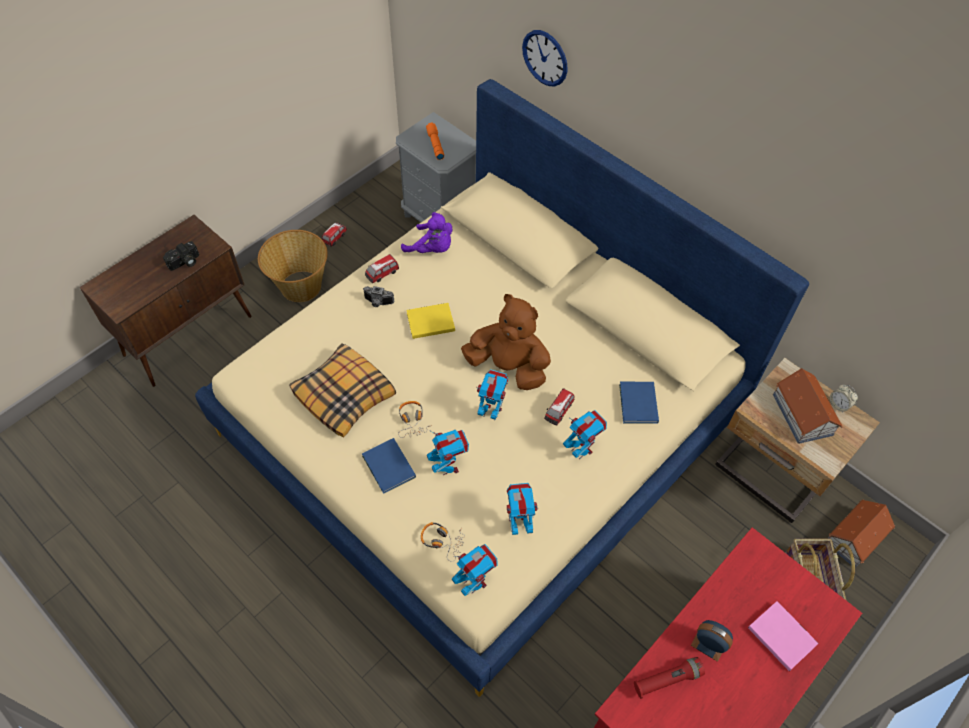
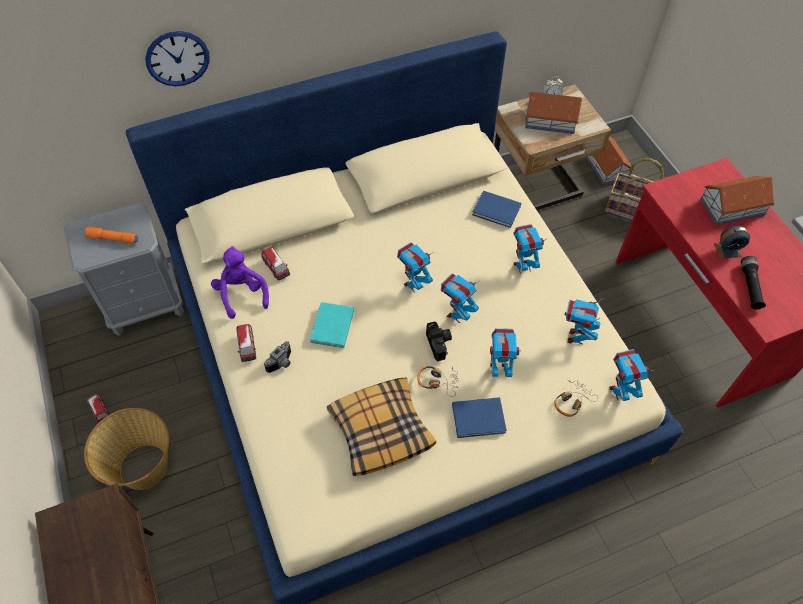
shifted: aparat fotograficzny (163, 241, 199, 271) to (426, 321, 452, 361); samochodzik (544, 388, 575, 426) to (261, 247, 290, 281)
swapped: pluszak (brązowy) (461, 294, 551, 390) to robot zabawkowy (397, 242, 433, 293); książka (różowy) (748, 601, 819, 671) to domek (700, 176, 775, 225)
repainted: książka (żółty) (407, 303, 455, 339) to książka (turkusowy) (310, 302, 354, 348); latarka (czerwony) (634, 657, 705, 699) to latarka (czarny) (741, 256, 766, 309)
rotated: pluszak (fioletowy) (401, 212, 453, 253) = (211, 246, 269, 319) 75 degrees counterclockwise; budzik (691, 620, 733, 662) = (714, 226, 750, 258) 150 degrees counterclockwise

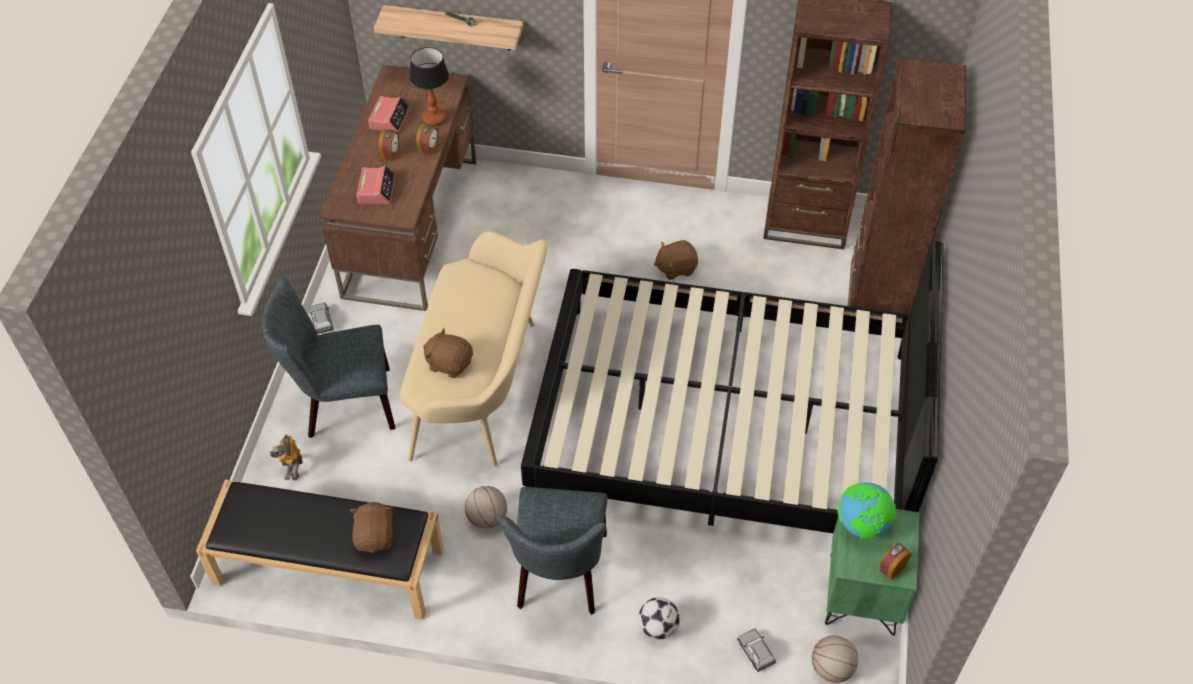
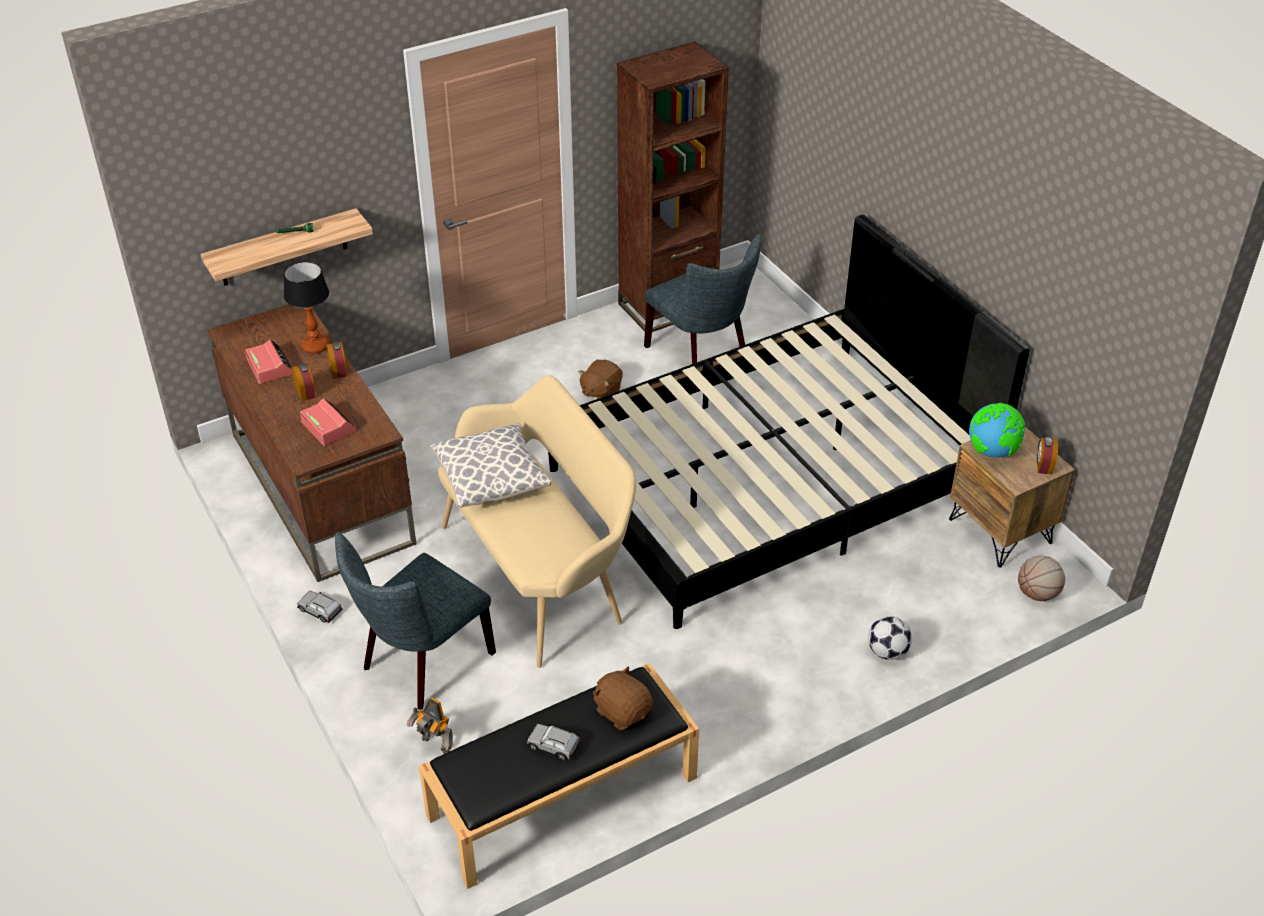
gone: pluszak (brązowy) (423, 328, 473, 378); piłka do koszykówki (465, 486, 507, 529); regał (brązowy) (848, 58, 966, 315)
new: poduszka (430, 423, 551, 508)
shifted: krzesło (szary) (498, 487, 607, 615) to (644, 234, 762, 364); samochodzik (szary) (737, 628, 776, 672) to (527, 724, 580, 760)
repainted: szafka nocna (zielony) (825, 509, 920, 636) to szafka nocna (brązowy) (949, 427, 1075, 568)

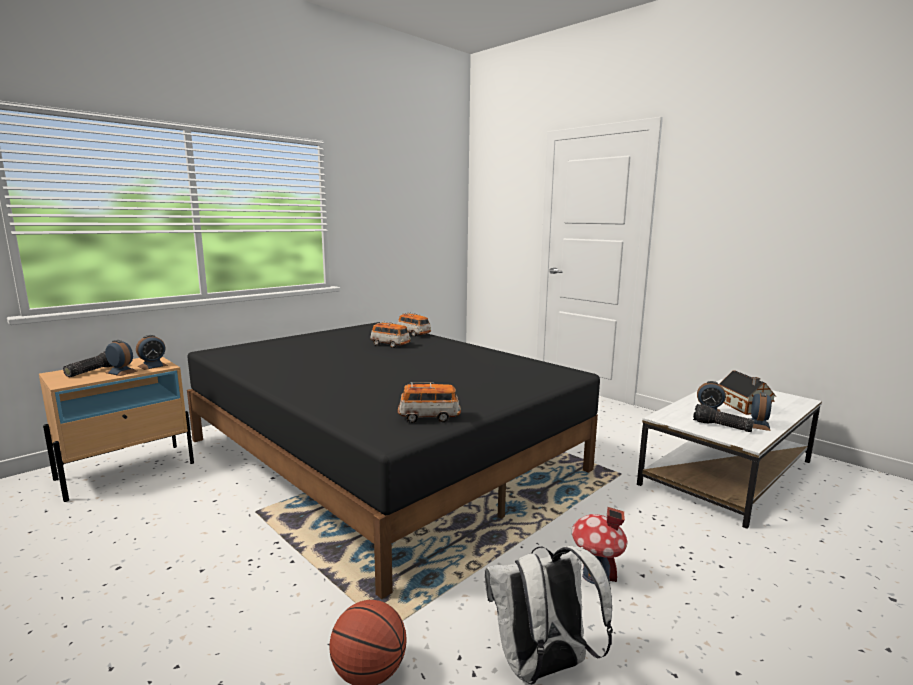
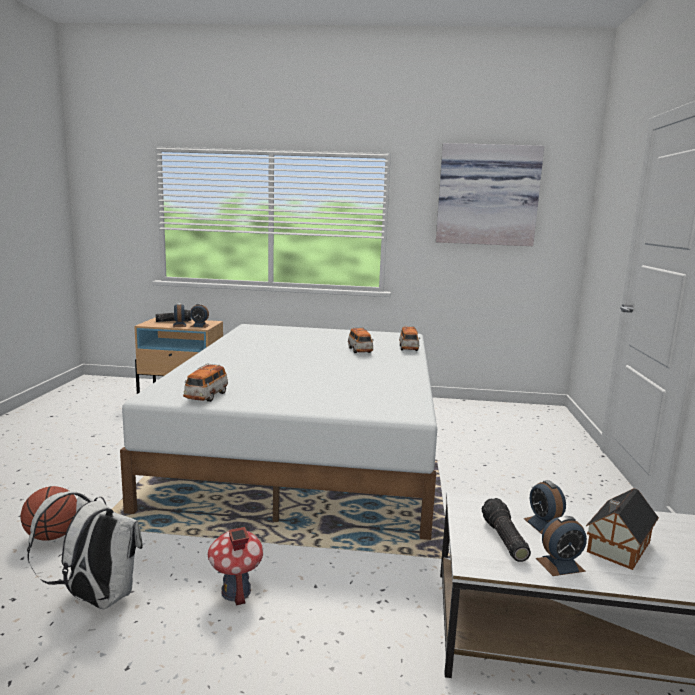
new: obraz (436, 143, 544, 246)
repainted: łóżko (czarny) (187, 322, 600, 599) to łóżko (biały) (120, 324, 437, 540)
rotated: samochodzik (398, 382, 461, 423) = (183, 363, 228, 402) 60 degrees clockwise

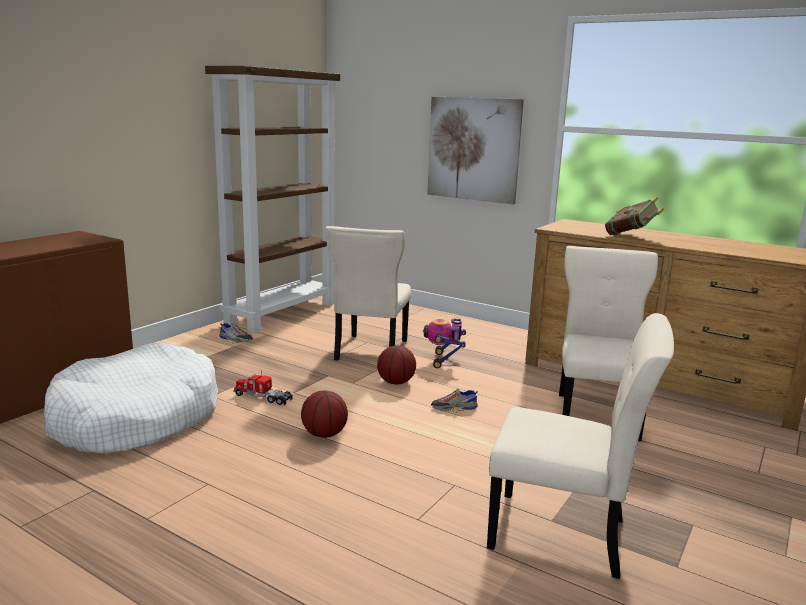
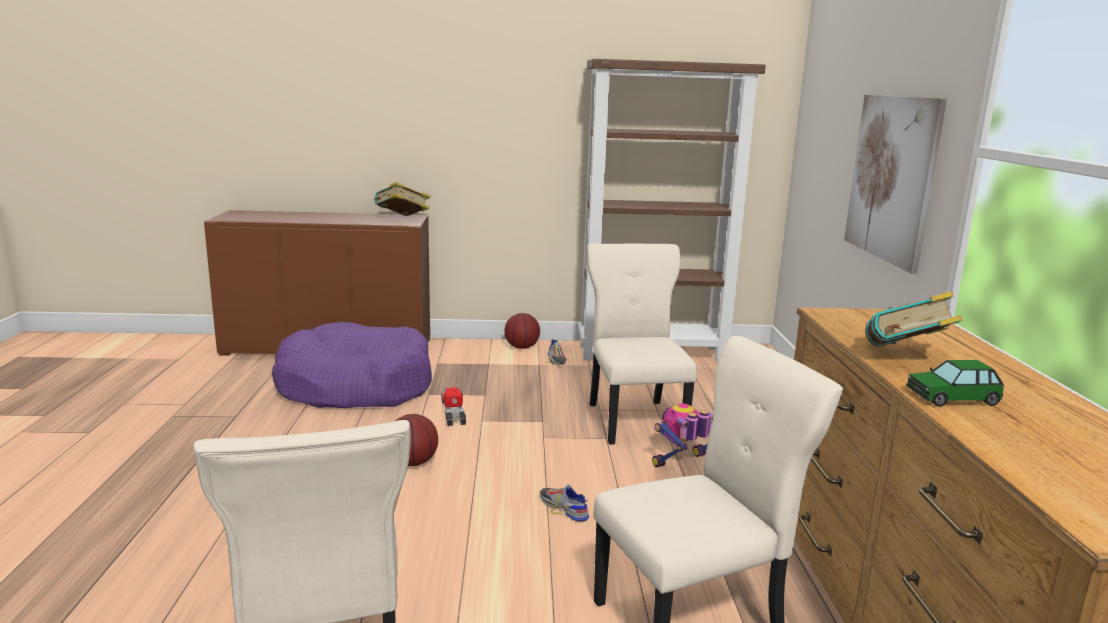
new: książka (373, 182, 430, 216); samochodzik (906, 360, 1005, 406)
shifted: piłka do koszykówki (377, 345, 416, 385) to (504, 313, 540, 349)
repainted: legowisko (biały) (44, 342, 218, 454) to legowisko (fioletowy) (272, 322, 432, 408)
rotated: krzesło (beżowy) (325, 226, 411, 360) = (587, 244, 697, 445) 105 degrees clockwise

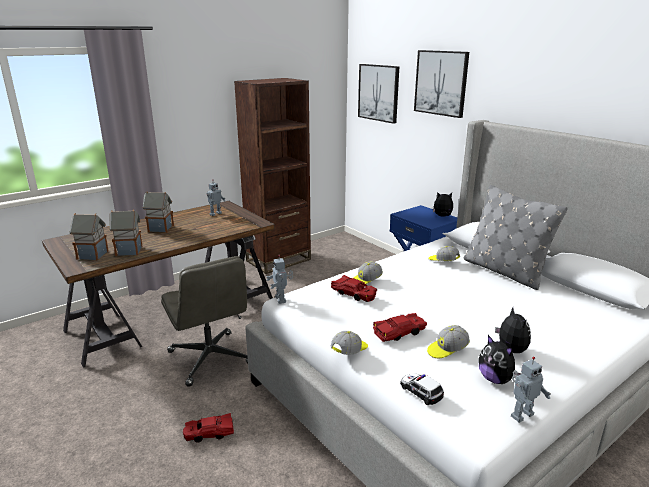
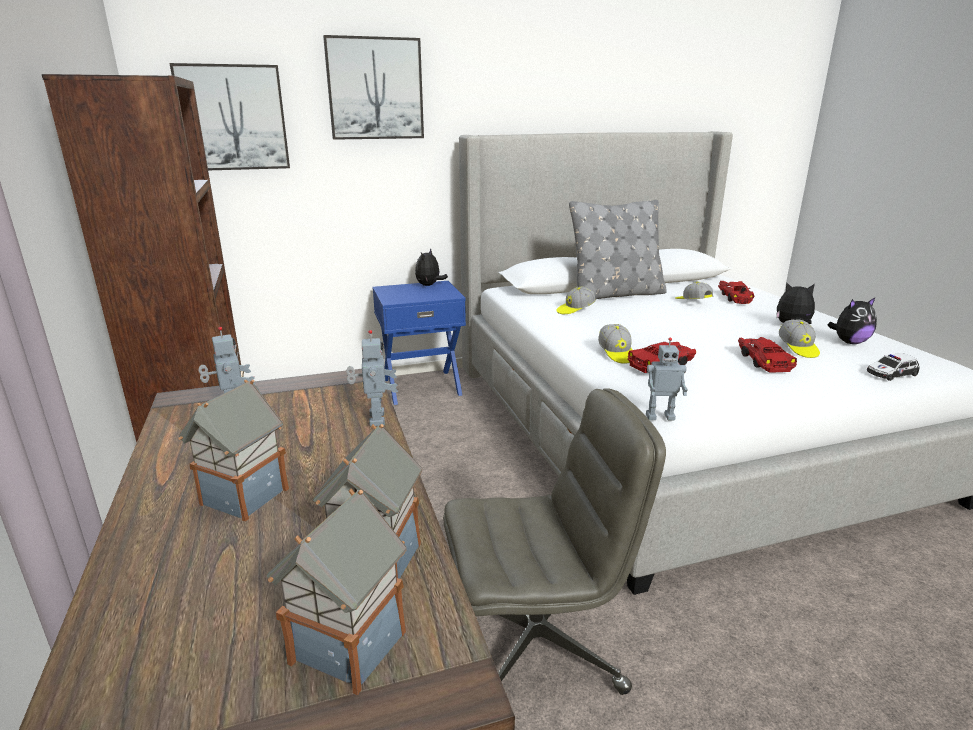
shifted: samochodzik (czerwony) (183, 413, 234, 443) to (718, 281, 755, 304); czapka z daszkiem (330, 331, 368, 355) to (675, 282, 713, 299); robot zabawkowy (511, 357, 551, 423) to (346, 330, 398, 427)

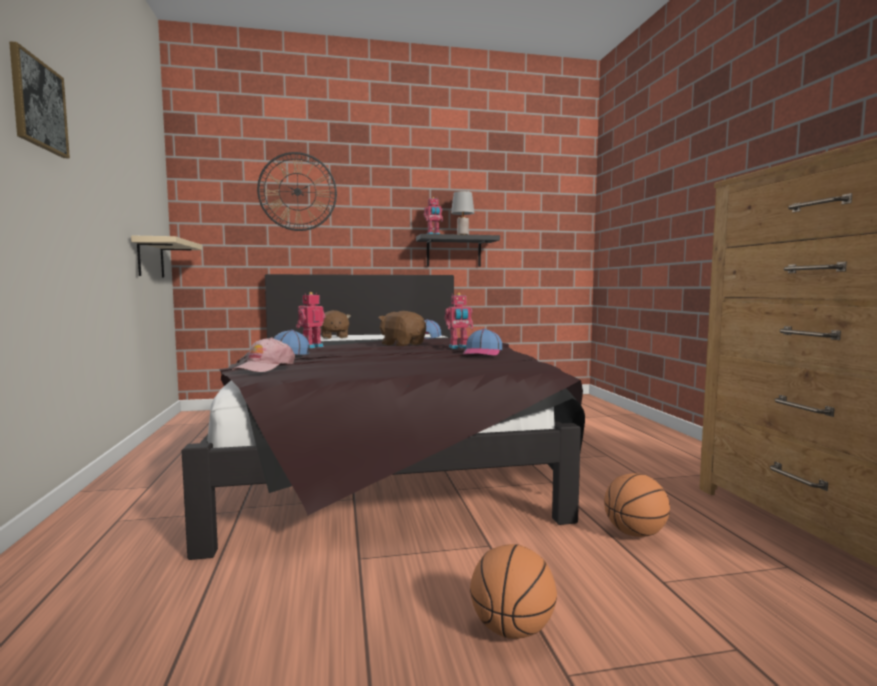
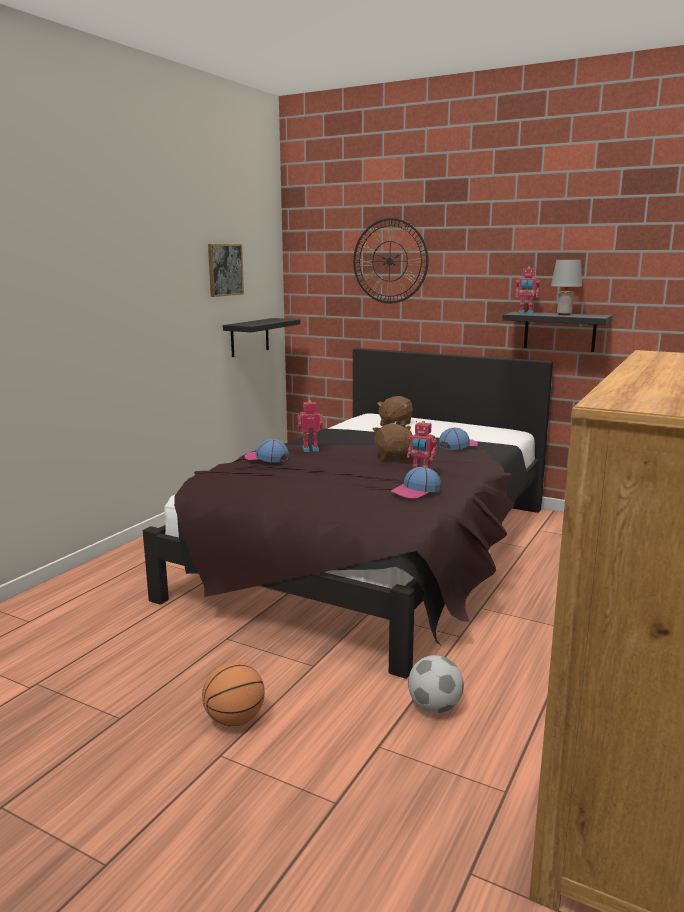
gone: czapka z daszkiem (różowy) (232, 337, 295, 372)
shifted: obraz (9, 41, 70, 158) to (208, 244, 244, 297)
swapped: piłka do koszykówki (604, 473, 670, 537) to piłka futbolowa (408, 655, 464, 713)
repainted: półka (beżowy) (131, 235, 202, 277) to półka (czarny) (223, 318, 300, 357)

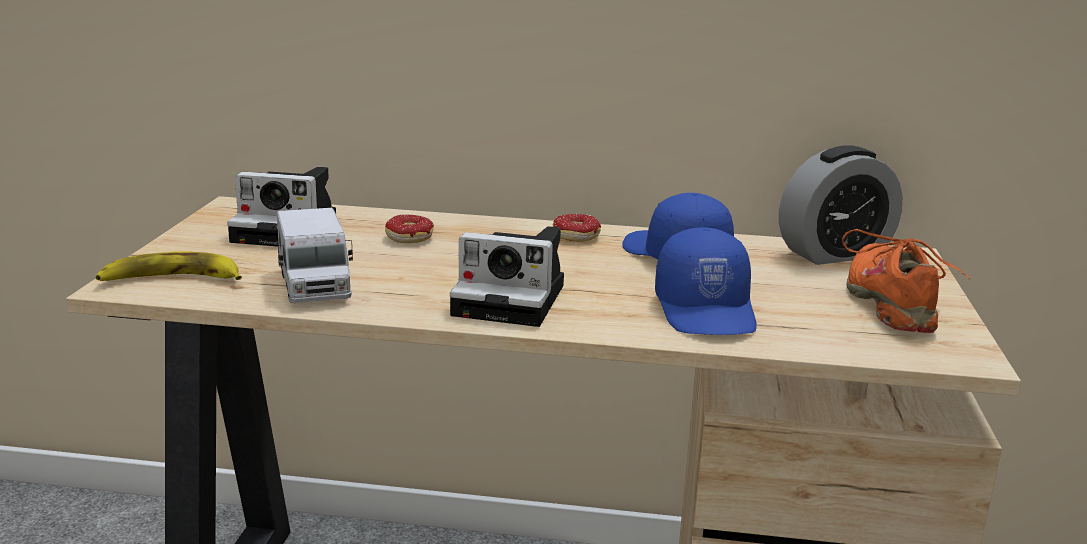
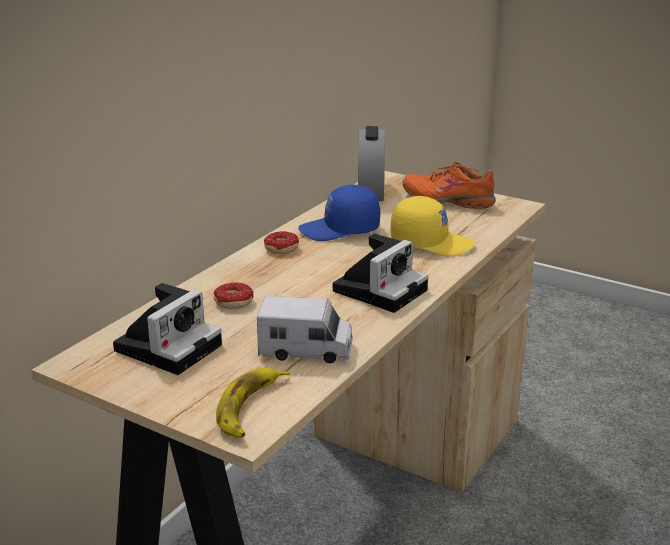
repainted: czapka z daszkiem (niebieski) (655, 227, 757, 335) to czapka z daszkiem (żółty) (391, 196, 475, 257)

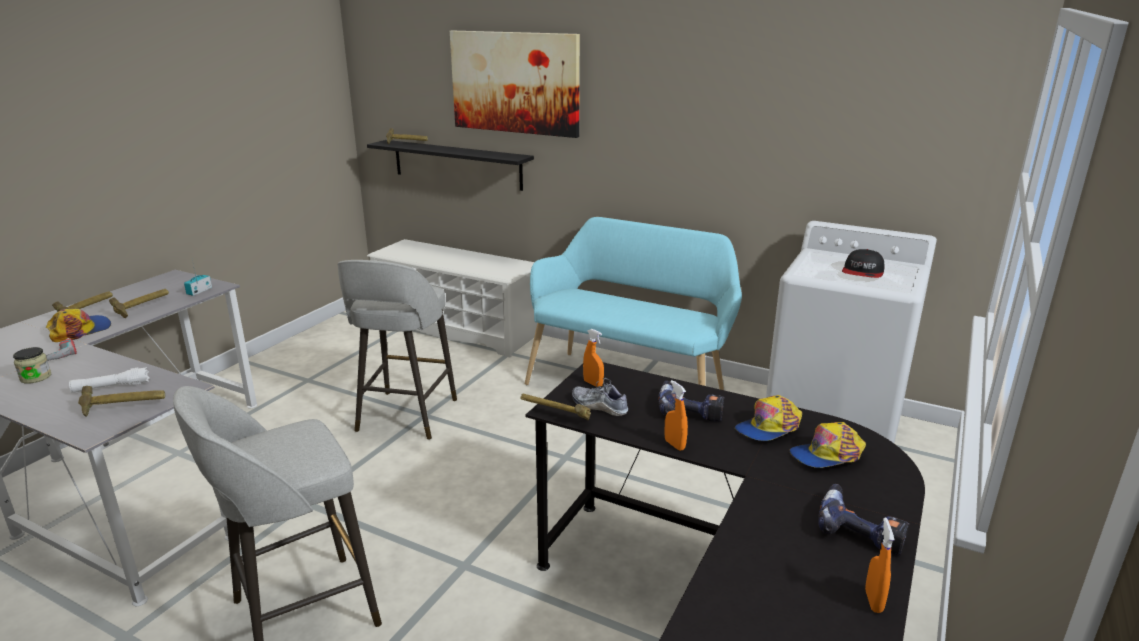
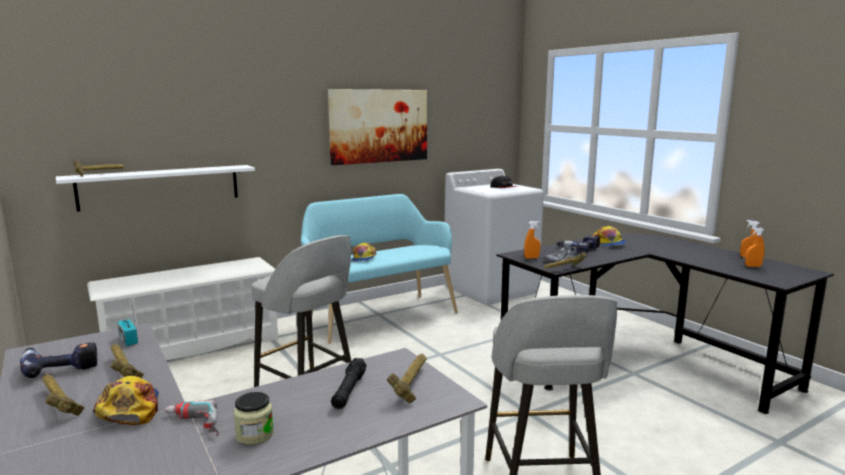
shifted: obraz (450, 31, 580, 138) to (328, 89, 427, 165); spryskiwacz (pomarańczowy) (664, 380, 688, 451) to (745, 227, 765, 267); czapka z daszkiem (789, 422, 866, 468) to (351, 242, 376, 262); wiertarka (818, 484, 909, 556) to (20, 342, 97, 378)
repainted: latarka (biały) (69, 367, 150, 393) to latarka (czarny) (331, 358, 366, 409); półka (czarny) (367, 140, 534, 191) to półka (biały) (56, 165, 255, 212)

